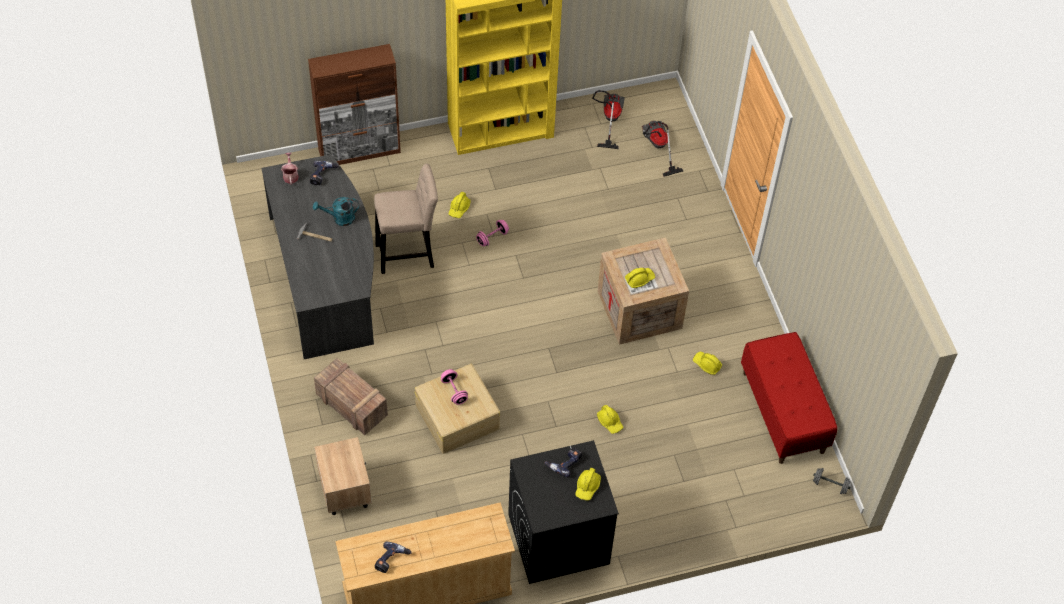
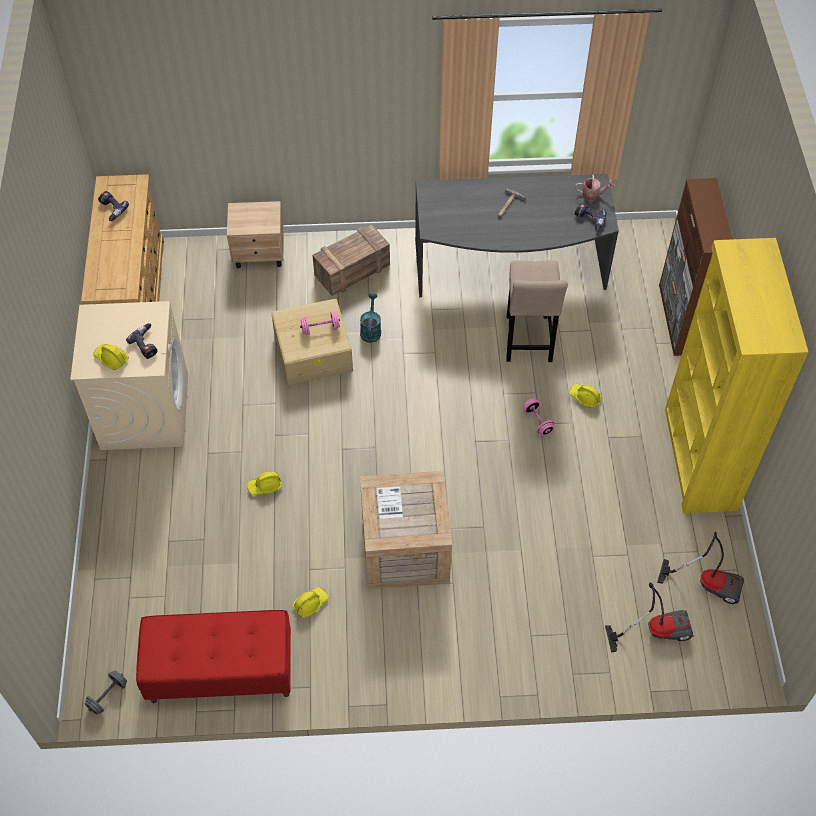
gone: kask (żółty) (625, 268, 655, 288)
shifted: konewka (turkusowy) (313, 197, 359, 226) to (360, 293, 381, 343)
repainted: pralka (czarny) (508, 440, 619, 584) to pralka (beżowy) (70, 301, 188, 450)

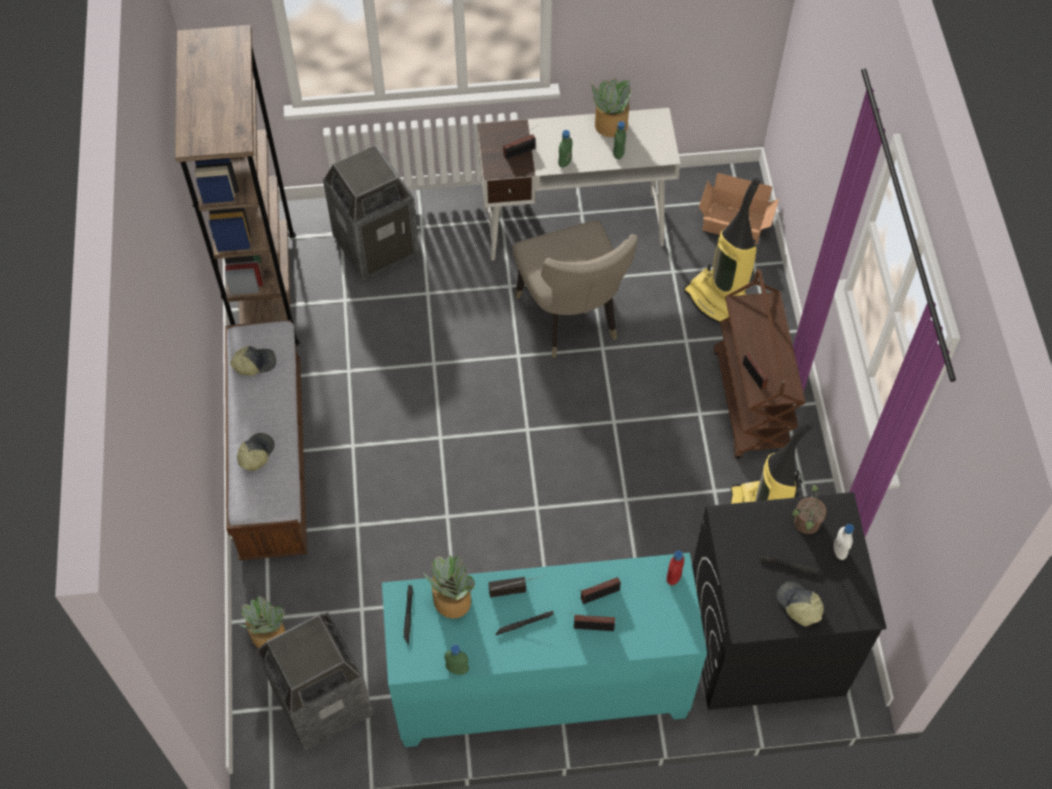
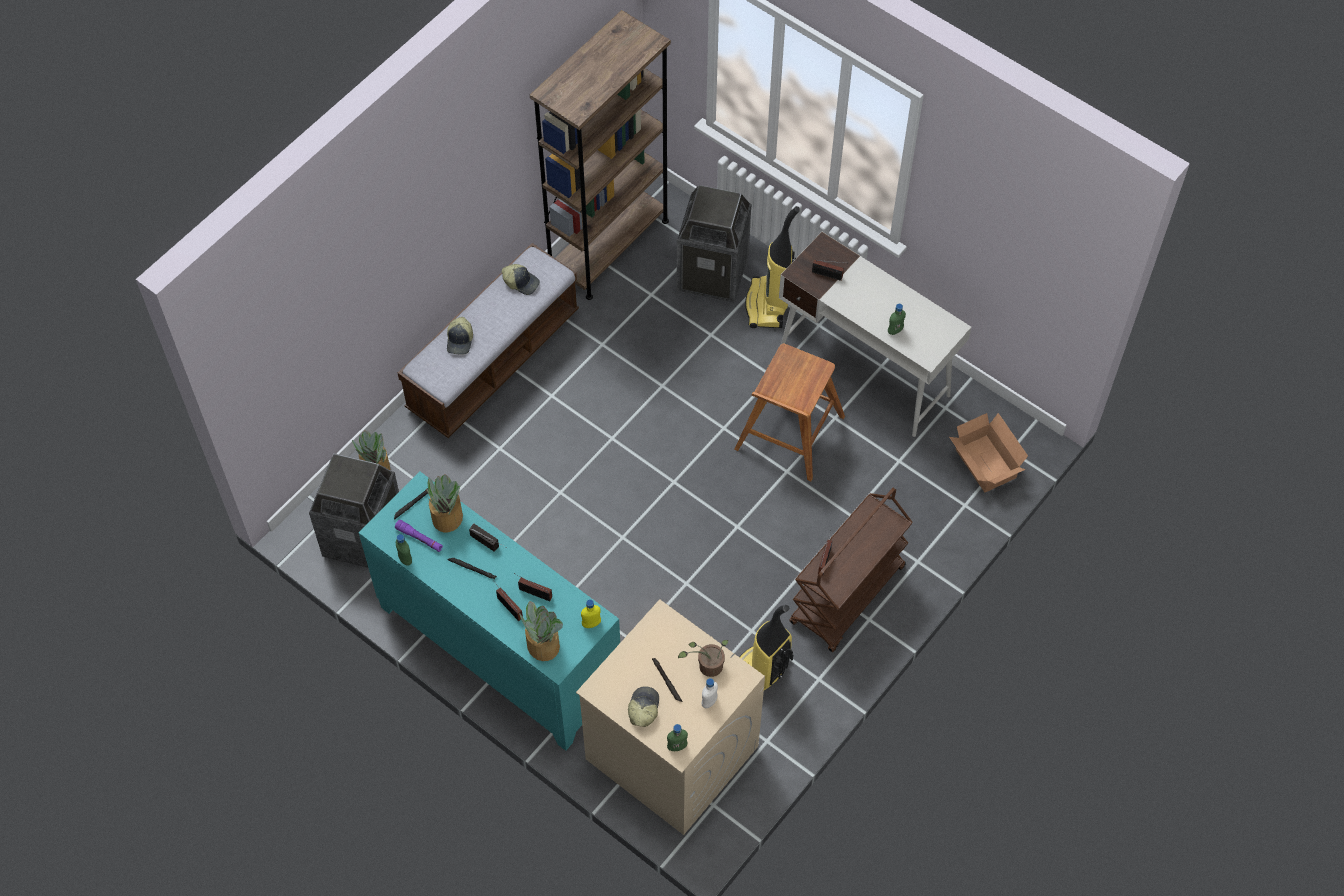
new: latarka (fioletowy) (395, 520, 443, 552)
shifted: butelka (zielony) (558, 130, 573, 168) to (667, 724, 688, 751); roślina doniczkowa (591, 78, 632, 137) to (519, 601, 563, 661); odkurzacz (684, 177, 761, 324) to (745, 206, 800, 328)
swapped: krzesło (beżowy) (513, 220, 638, 358) to stołek (brązowy) (734, 344, 845, 481)
repainted: butelka (czerwony) (667, 550, 684, 585) to butelka (żółty) (581, 599, 601, 628); pralka (czarny) (692, 492, 886, 710) to pralka (beżowy) (576, 600, 765, 835)
rotated: czapka z daszkiem (237, 433, 275, 471) = (447, 317, 473, 355) 120 degrees clockwise

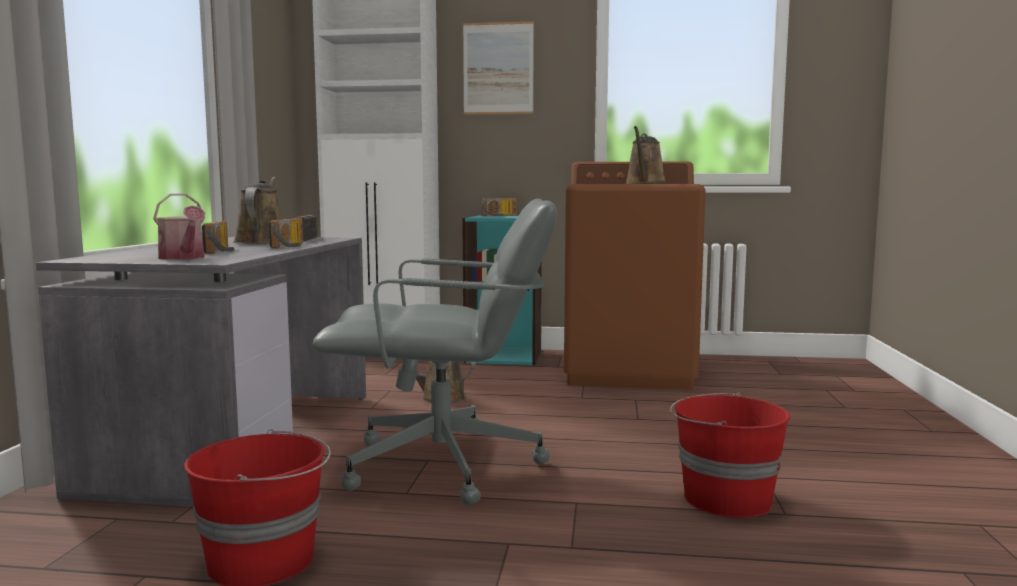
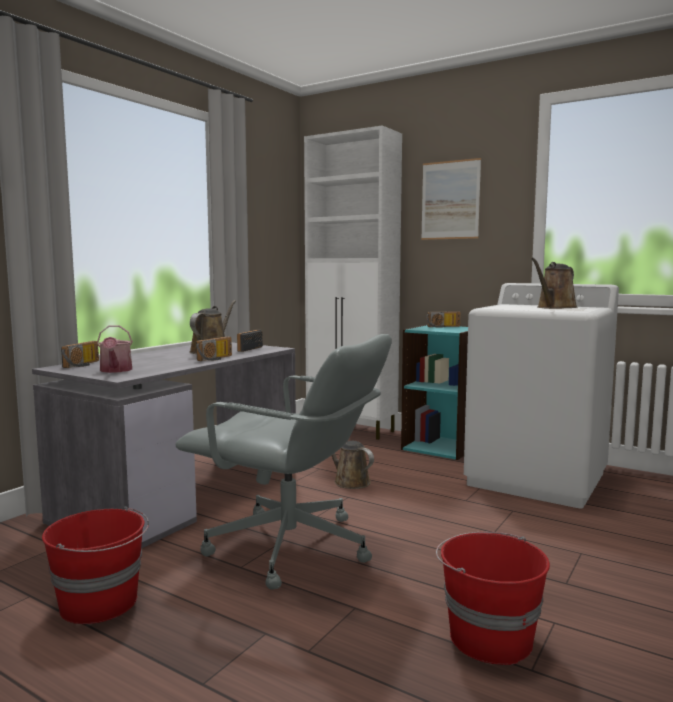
shifted: radio (202, 221, 234, 254) to (61, 341, 99, 368)
repainted: pralka (brązowy) (564, 161, 706, 390) to pralka (biały) (464, 283, 619, 509)

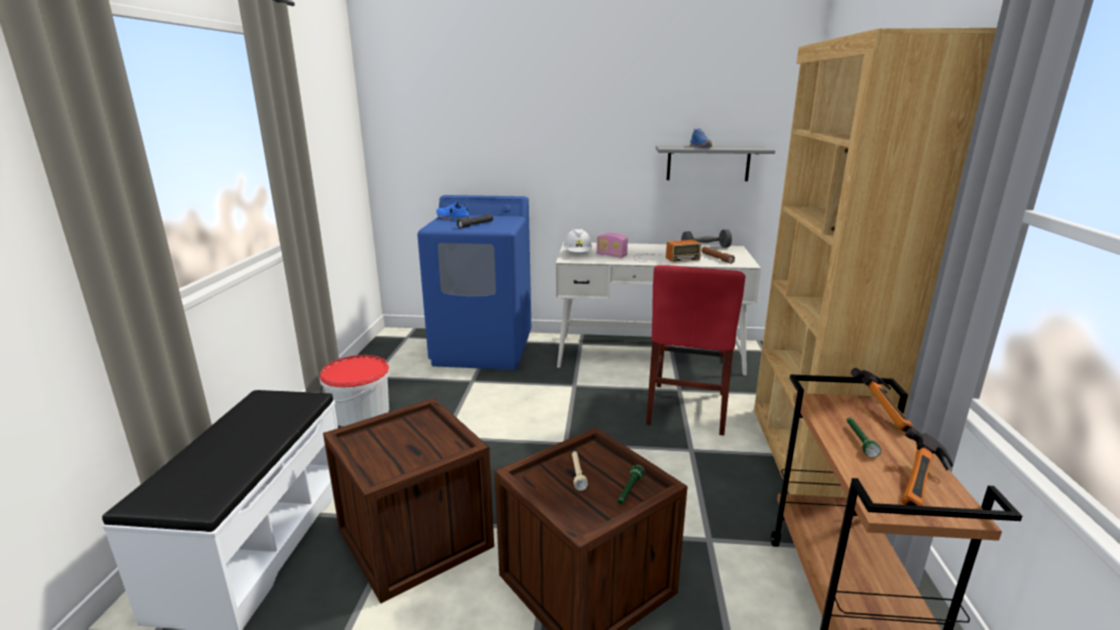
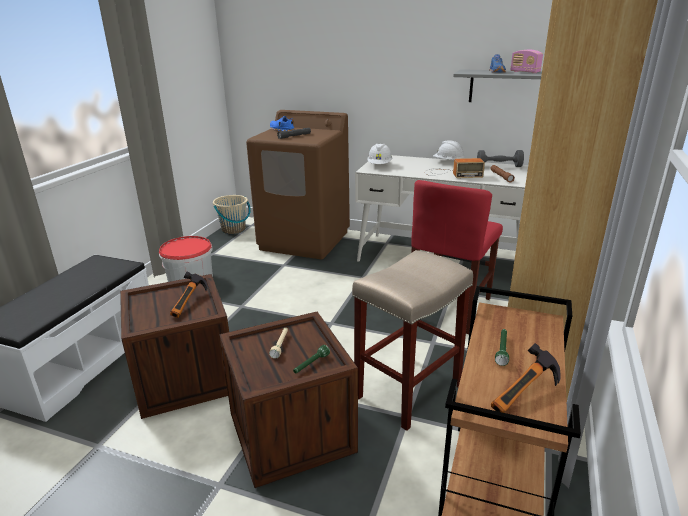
new: wiadro (beżowy) (213, 195, 251, 234); stołek (beżowy) (352, 250, 473, 431); kask (biały) (433, 140, 465, 161)
shifted: radio (597, 233, 628, 258) to (510, 50, 543, 73); młotek (851, 368, 914, 432) to (170, 272, 207, 318)
repainted: pralka (niebieski) (417, 195, 531, 370) to pralka (brązowy) (246, 110, 350, 259)

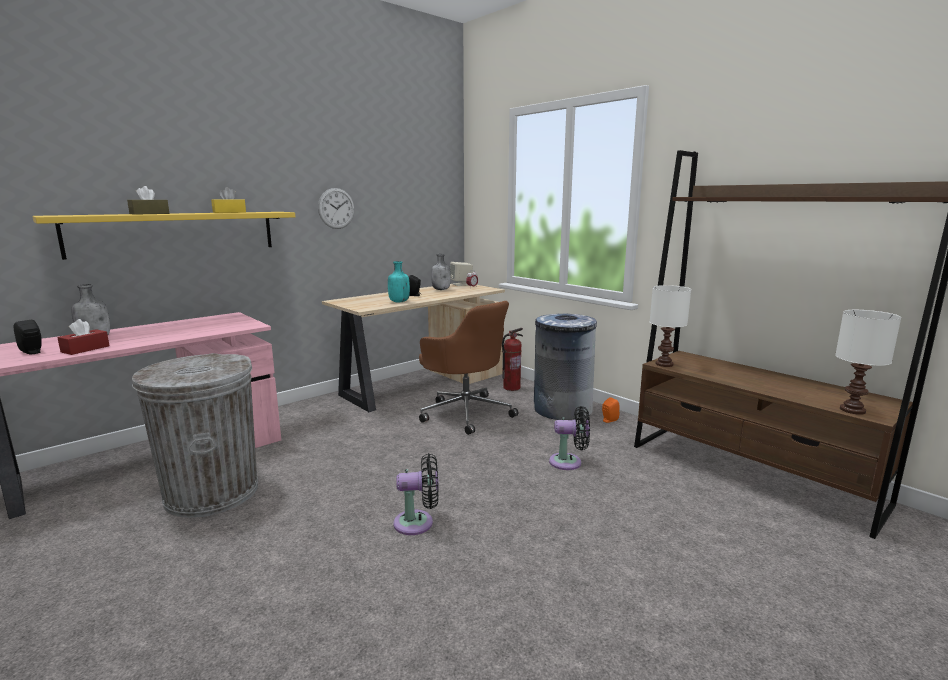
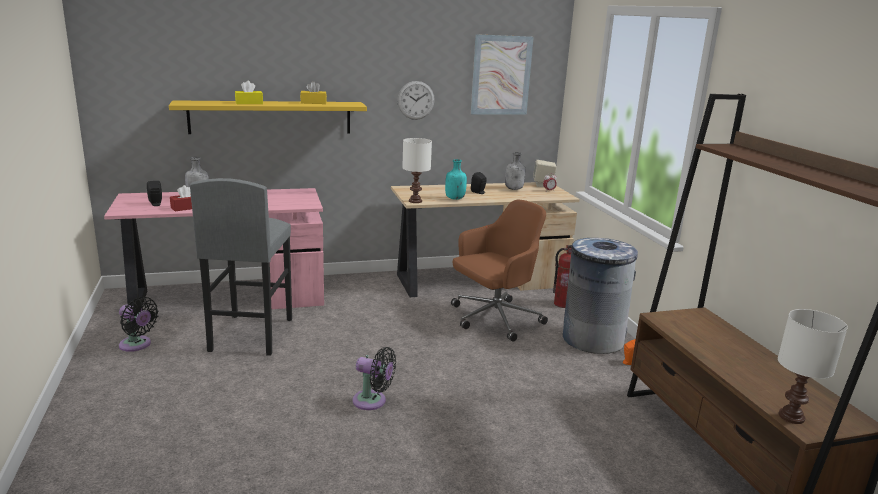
new: obraz (471, 34, 534, 115)
shifted: wentylator (czarny) (549, 406, 590, 470) to (119, 297, 159, 352); lampa stołowa (biały) (650, 285, 691, 367) to (402, 138, 432, 203)
swapped: kosz na śmieci (szary) (132, 353, 258, 518) to stołek (szary) (190, 178, 292, 356)
repainted: pudełko chusteczek (brązowy) (127, 186, 170, 215) to pudełko chusteczek (żółty) (235, 81, 263, 104)
rotated: krzesło biurowe (brązowy) (419, 301, 518, 435) = (451, 199, 548, 342) 105 degrees counterclockwise

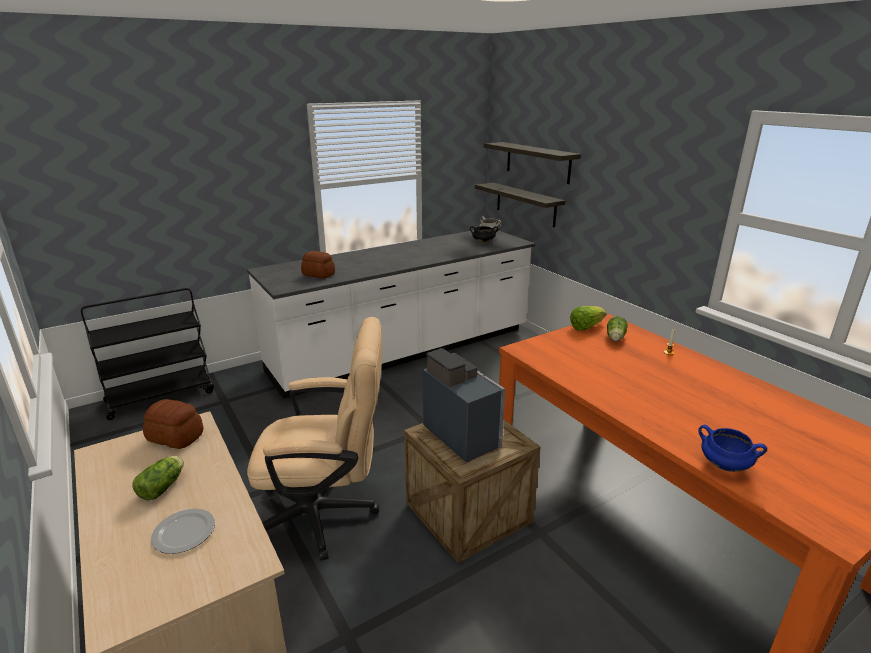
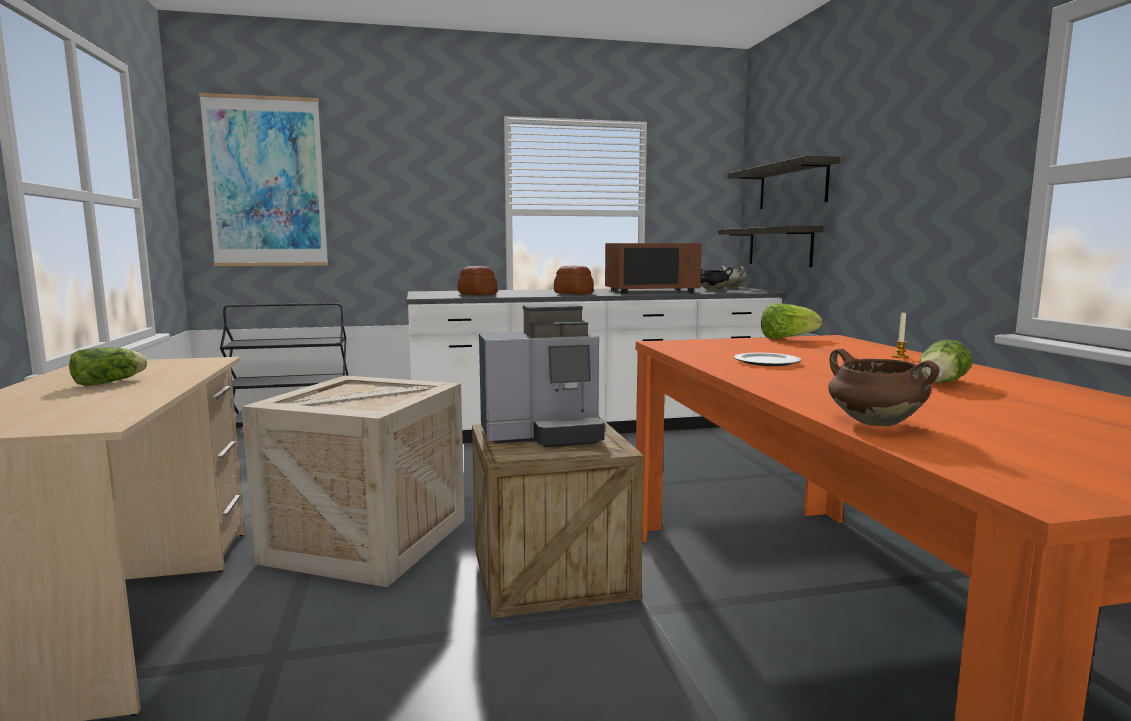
new: obraz (199, 93, 328, 266); mikrofalówka (brązowy) (605, 243, 702, 294)
shifted: chleb (143, 399, 204, 449) to (554, 266, 594, 295); talerz (151, 509, 215, 554) to (734, 353, 801, 366); sałata (607, 316, 628, 341) to (919, 340, 972, 383)
swapped: krzesło biurowe (beżowy) (247, 317, 382, 561) to skrzynka (241, 376, 465, 587)
repainted: garnek (niebieski) (699, 425, 767, 472) to garnek (brązowy) (828, 349, 940, 427)
rotated: ekspres do kawy (423, 348, 505, 462) = (479, 304, 605, 447) 90 degrees clockwise

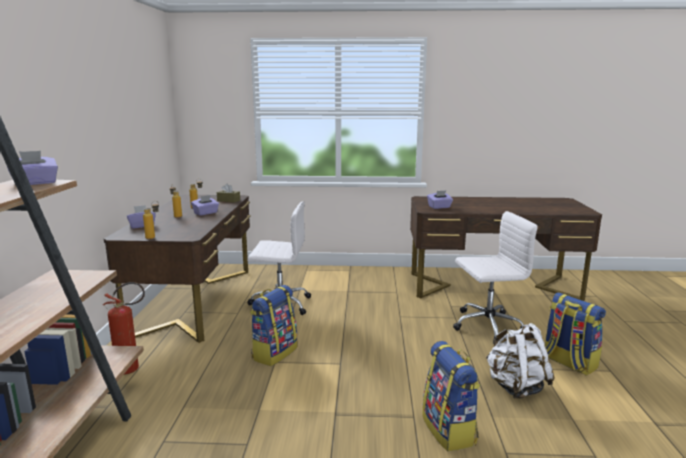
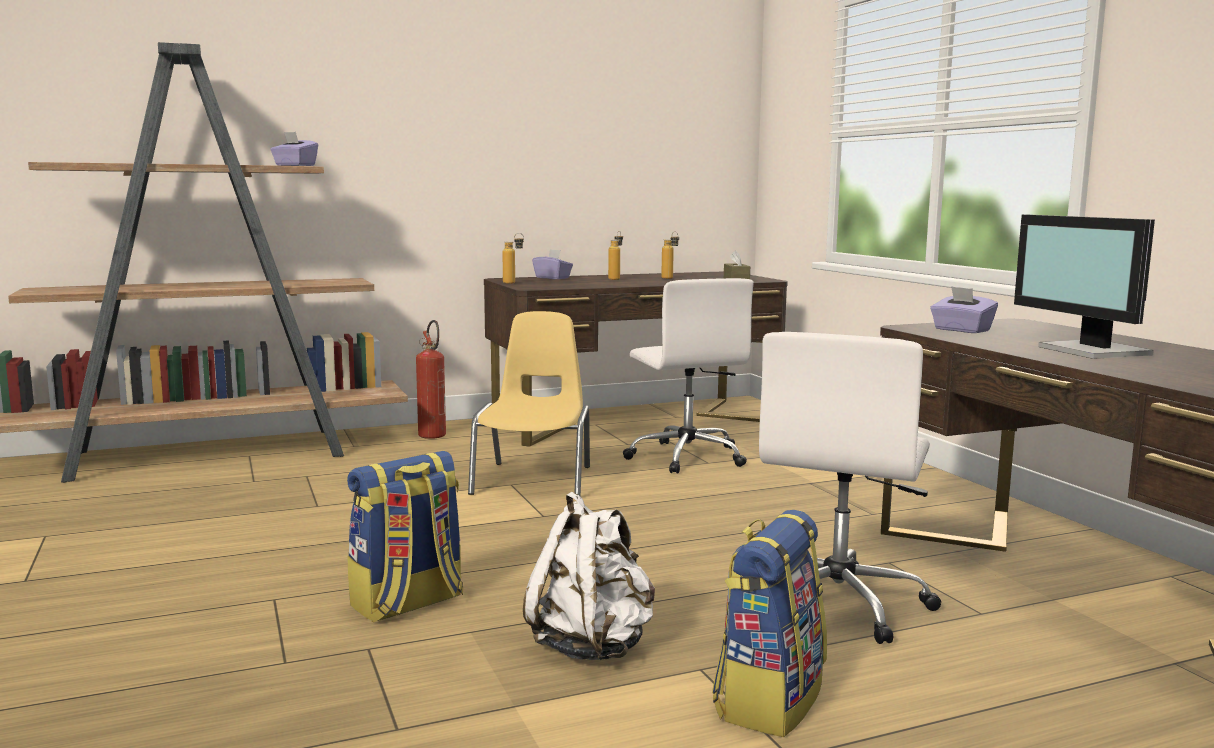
gone: pudełko chusteczek (fioletowy) (191, 195, 219, 216)
new: monitor (1014, 215, 1155, 359)
swapped: plecak (250, 285, 298, 366) to krzesło (żółty) (468, 311, 590, 498)
rotated: krzesło biurowe (biały) (453, 211, 538, 344) = (759, 332, 942, 644) 60 degrees clockwise

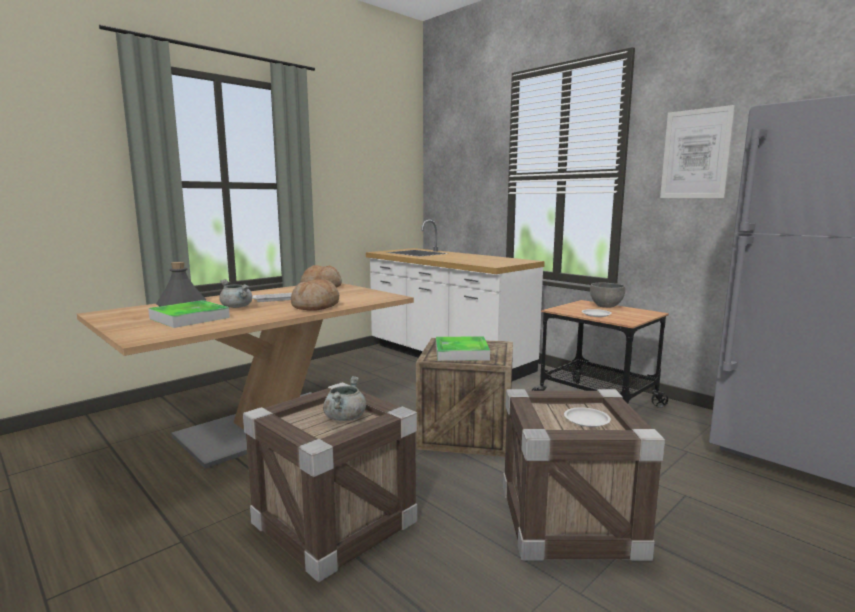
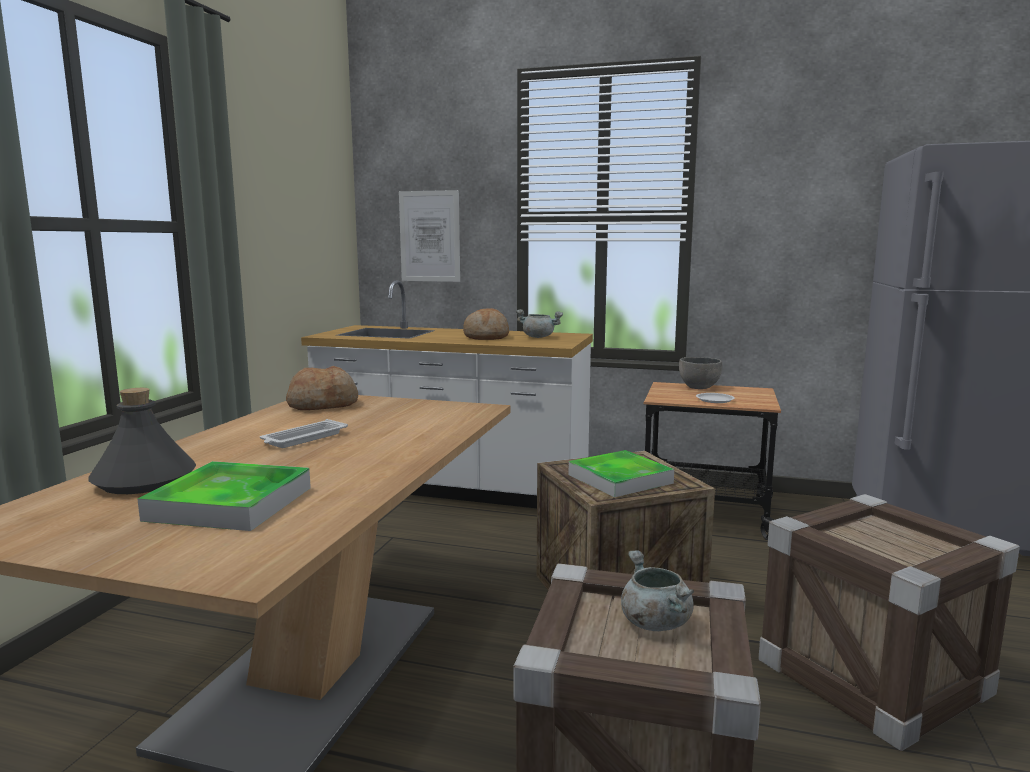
gone: talerz (biały) (564, 407, 611, 427)
shifted: garnek (szary) (219, 279, 252, 308) to (516, 309, 563, 338); chleb (291, 279, 339, 311) to (463, 308, 509, 340); obraz (660, 105, 735, 198) to (399, 190, 460, 282)

